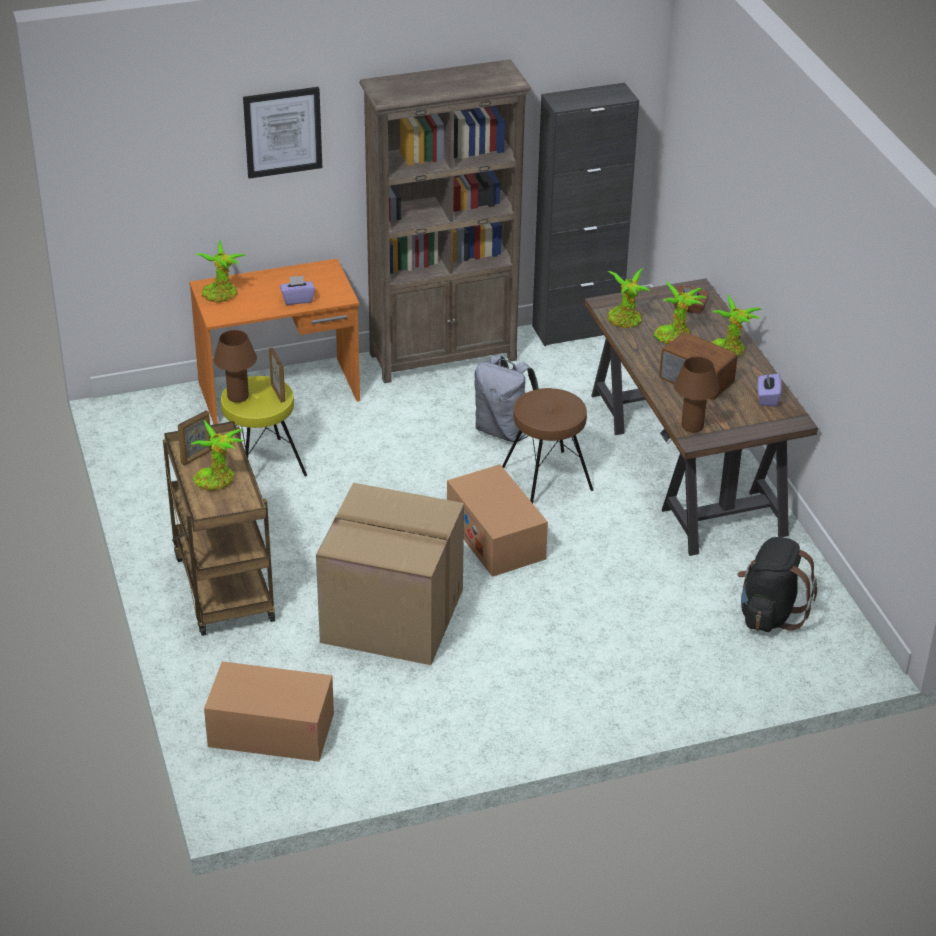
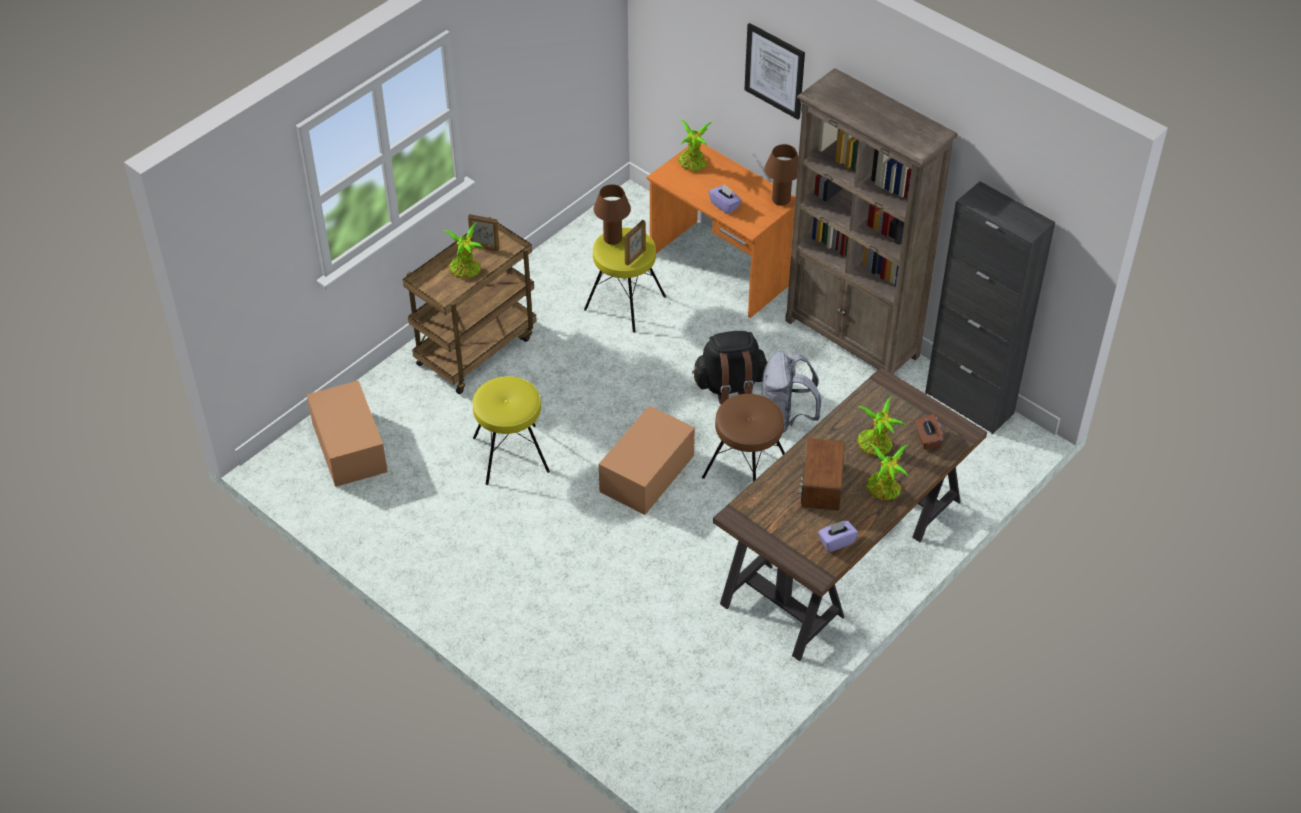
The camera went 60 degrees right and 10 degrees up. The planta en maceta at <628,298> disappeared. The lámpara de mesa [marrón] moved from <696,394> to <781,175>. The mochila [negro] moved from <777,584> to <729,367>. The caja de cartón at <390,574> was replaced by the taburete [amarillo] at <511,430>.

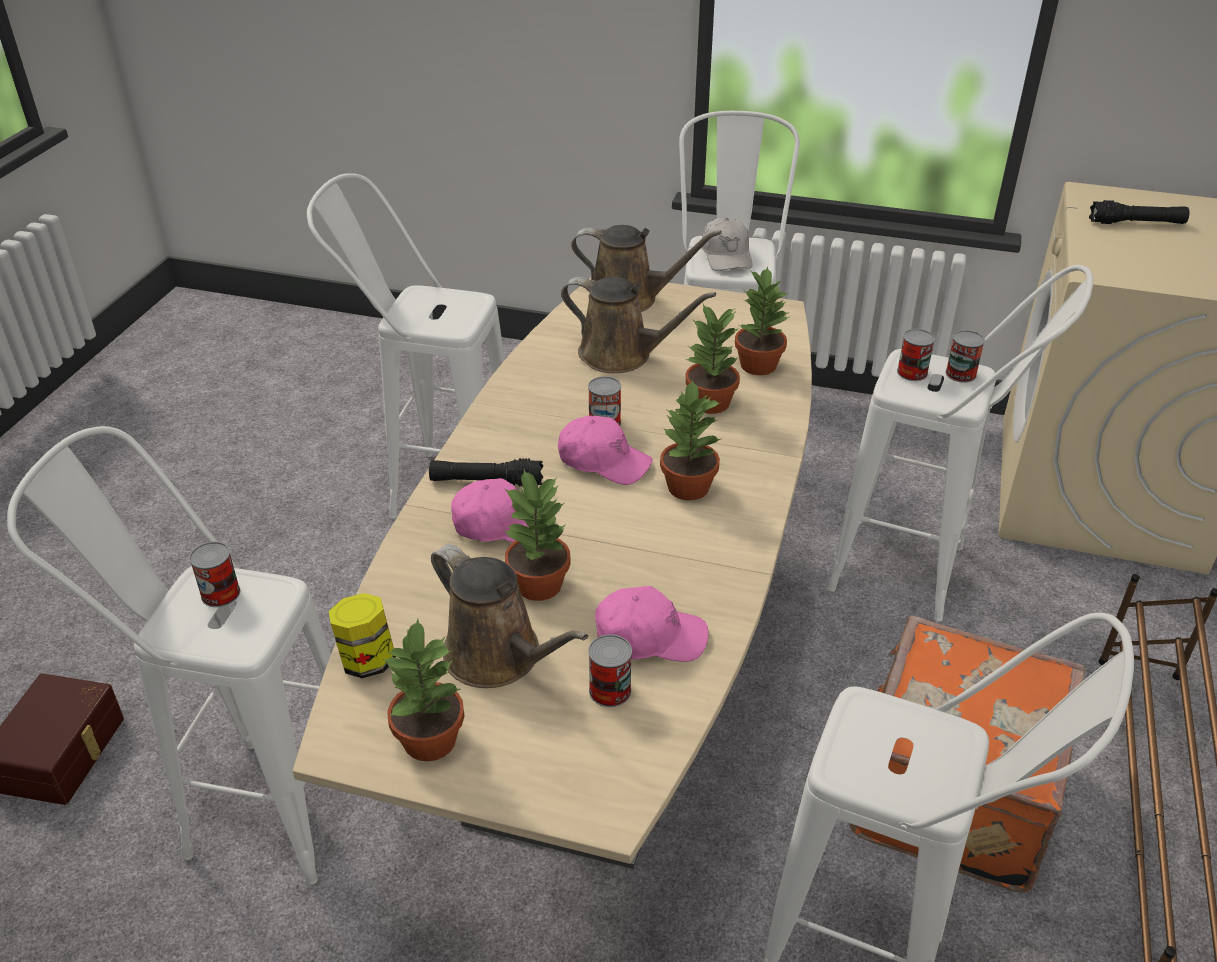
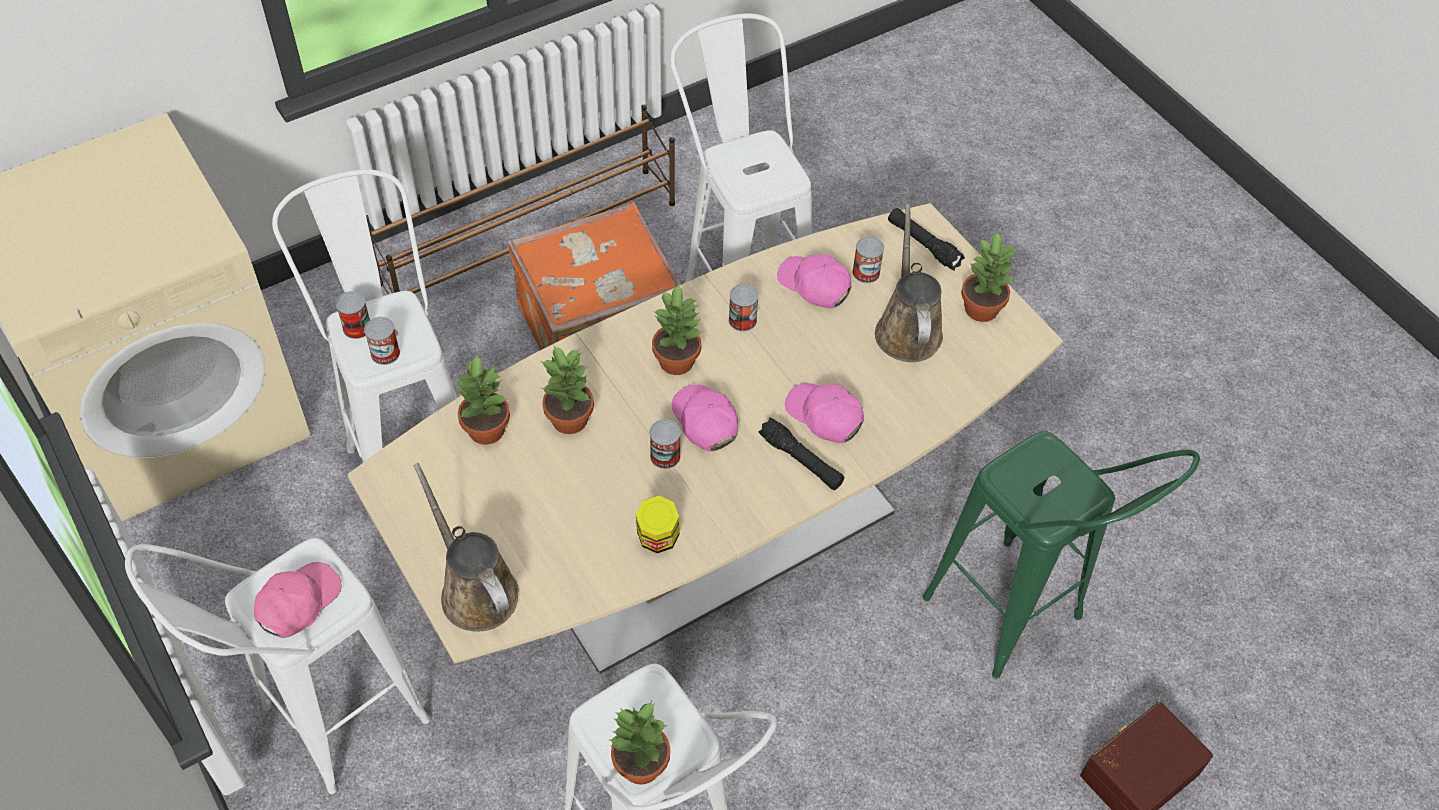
The camera went 140 degrees left and 15 degrees up. The regadera [marrón] at <638,325> disappeared. The lata moved from <214,574> to <744,307>. The tarro moved from <362,635> to <658,524>. The planta en maceta moved from <537,535> to <639,742>. The linterna [negro] moved from <1139,212> to <926,239>. The taburete [blanco] at <169,655> became the taburete [verde] at <1061,554>. The gorra [blanco] at <727,244> became the gorra [rosa] at <297,600>.

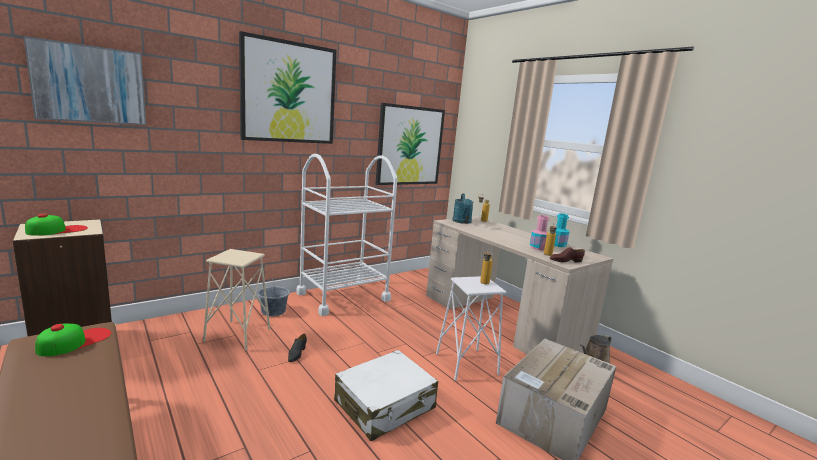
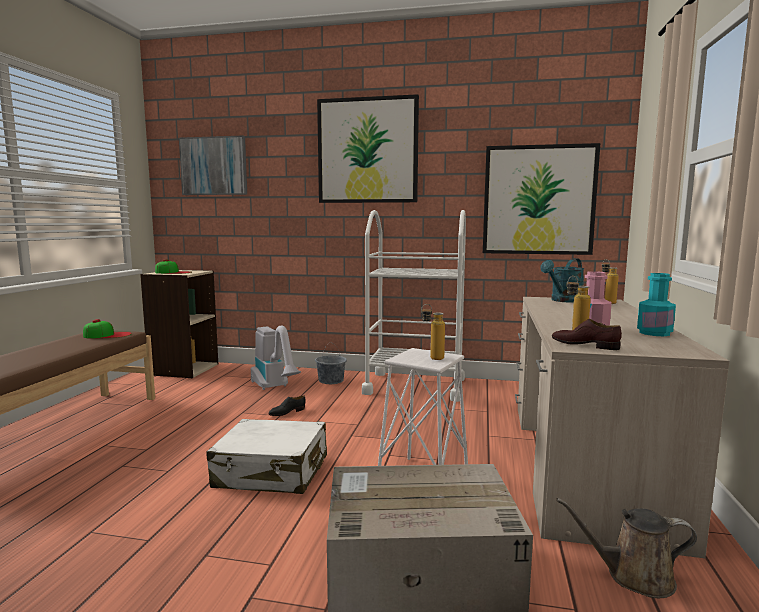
The camera went 50 degrees right and 5 degrees down. The taburete [beis] at <236,300> was replaced by the aspiradora at <276,358>.

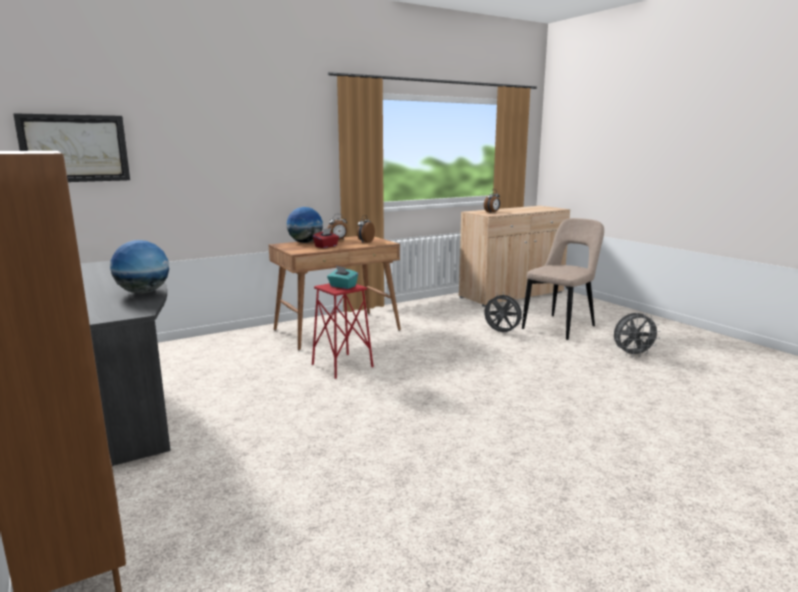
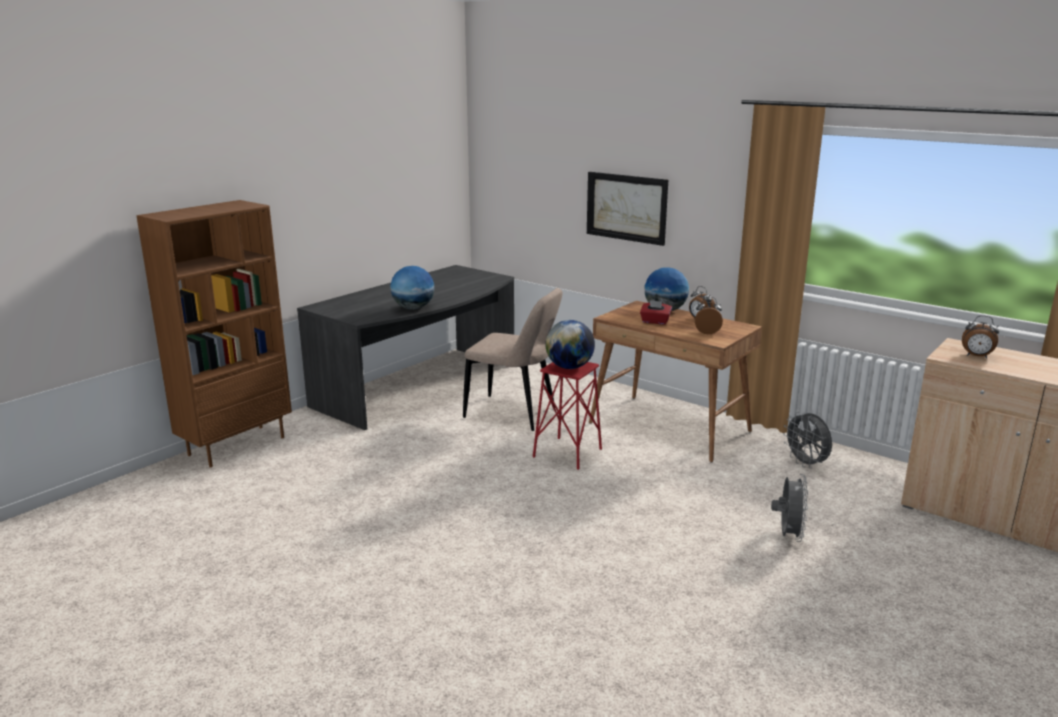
The camera went 70 degrees right and 5 degrees up. The cuadro moved from <71,147> to <627,209>. The silla [beis] moved from <563,279> to <512,359>. The ventilador [gris] moved from <637,335> to <807,440>. The caja de pañuelos [turquesa] at <342,277> was replaced by the globo terráqueo at <570,344>.

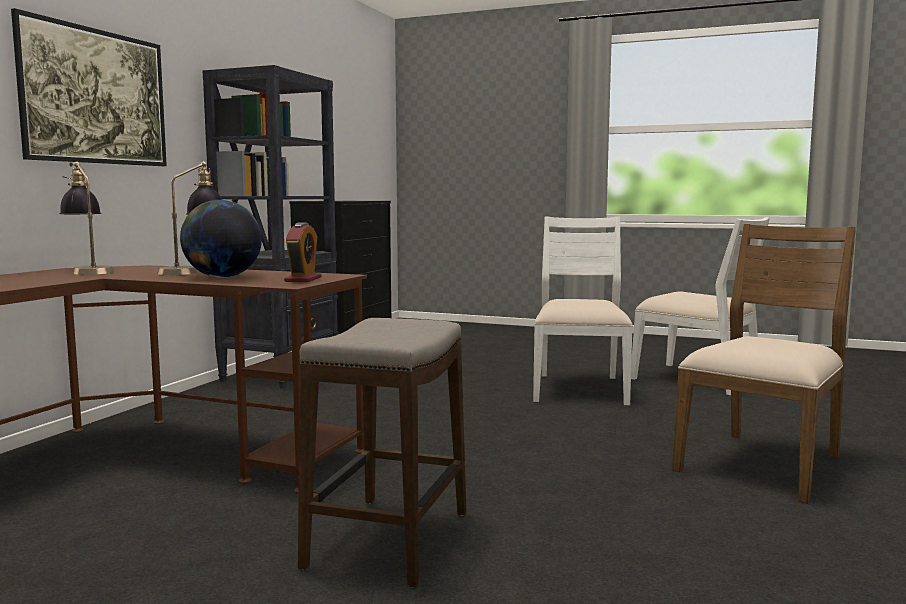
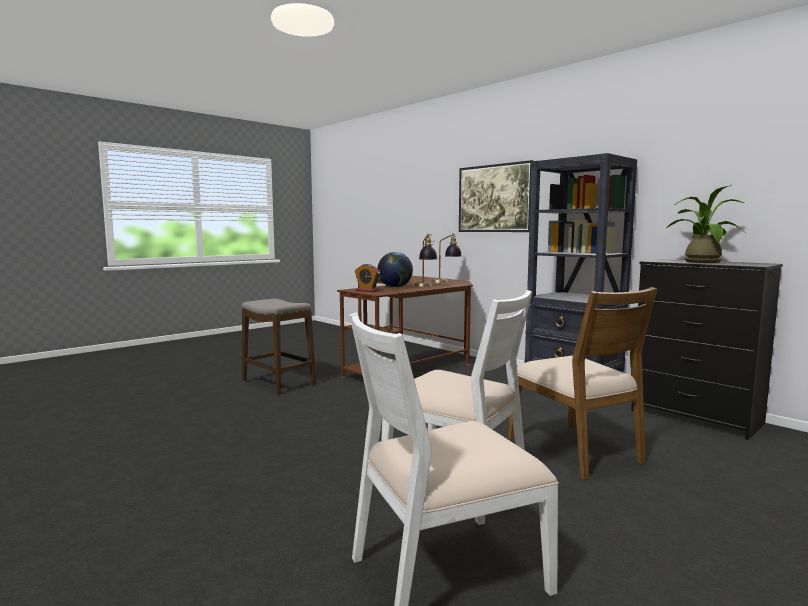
The camera went 115 degrees right and 0 degrees up. The planta en maceta at <707,224> appeared. The silla [marrón] moved from <764,364> to <582,383>.

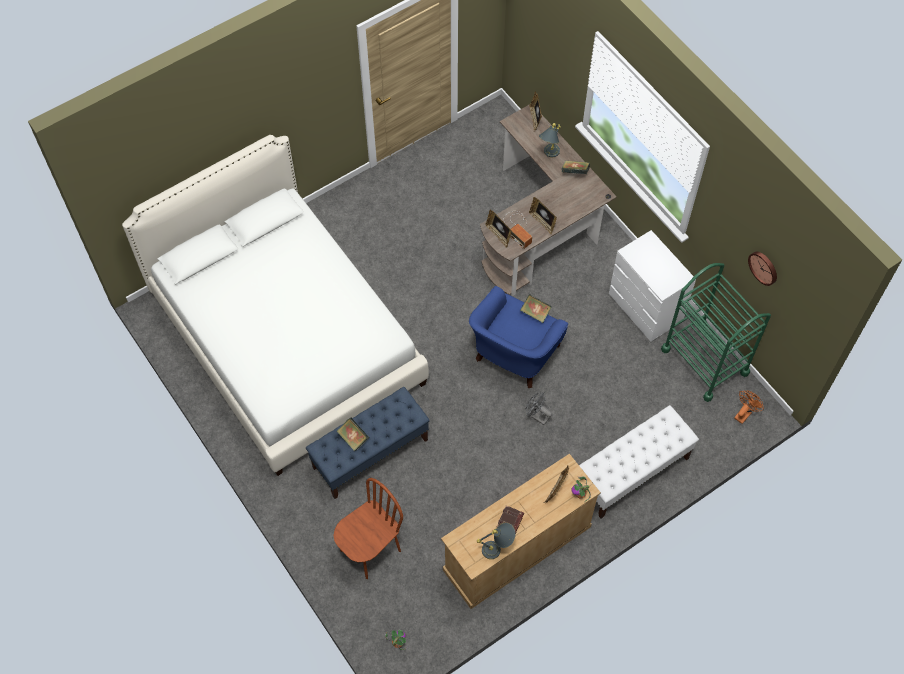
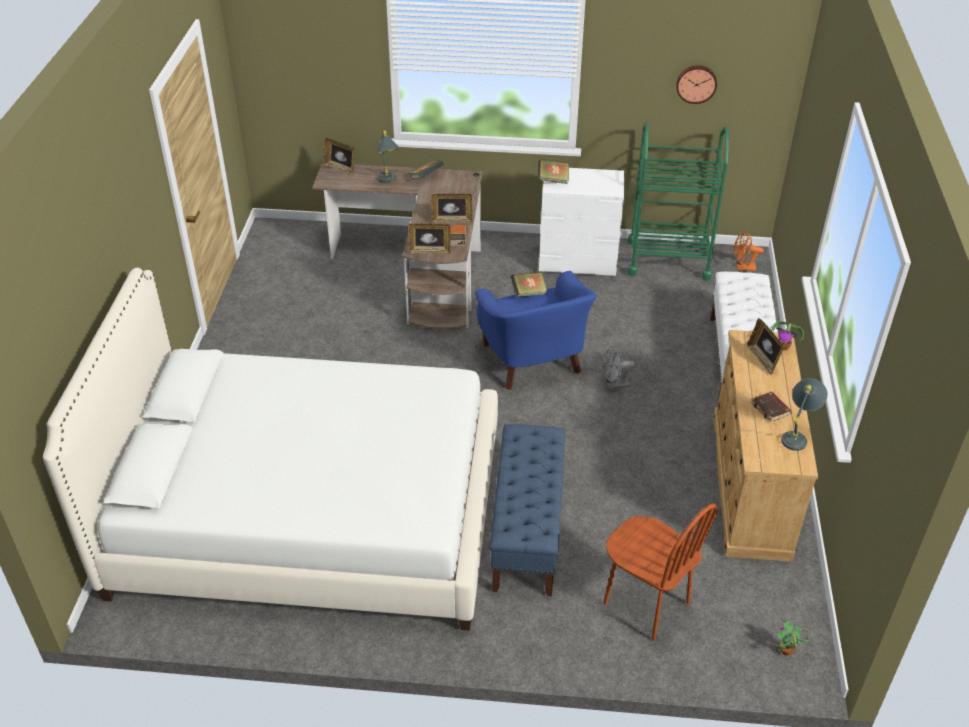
The camera went 50 degrees left and 20 degrees down. The libro moved from <352,434> to <553,171>. The silla [marrón] at <368,528> turned 135 degrees clockwise. The ventilador [naranja] at <749,407> turned 75 degrees counterclockwise.

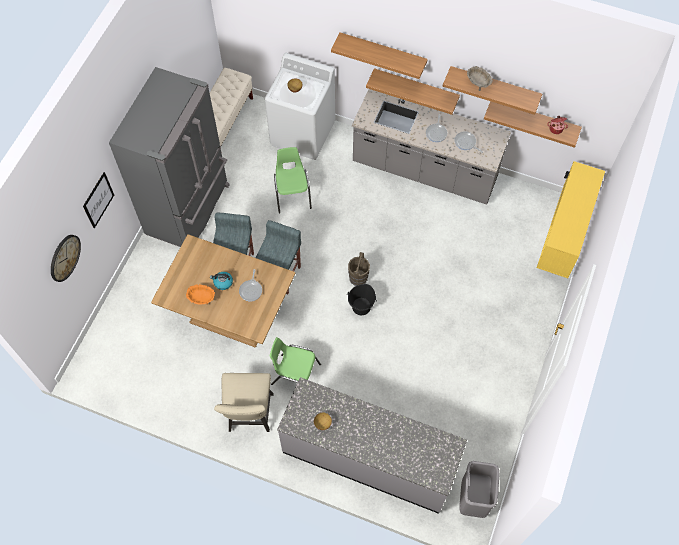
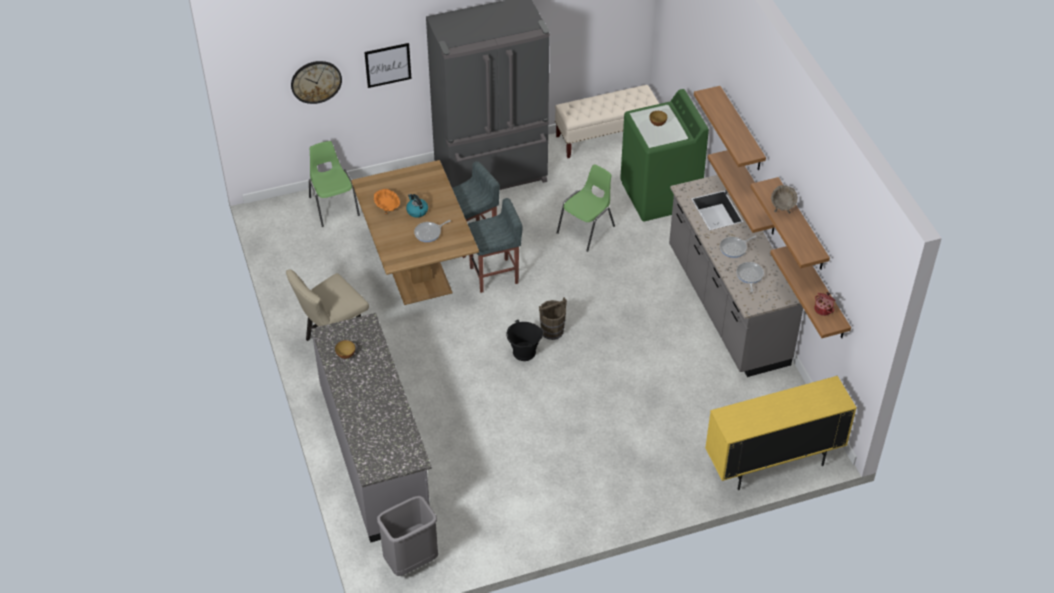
The camera went 50 degrees right and 15 degrees down. The silla [verde] moved from <295,361> to <334,184>. The lavadora [blanco] at <300,106> became the lavadora [verde] at <664,155>.

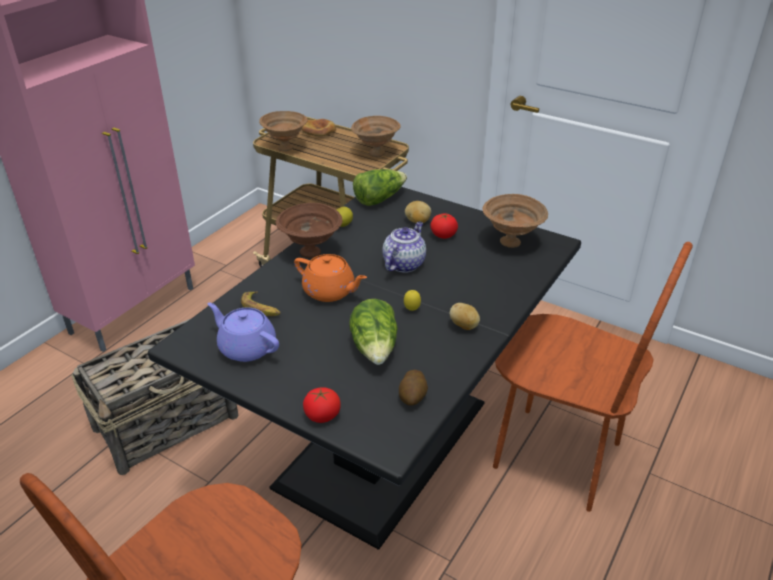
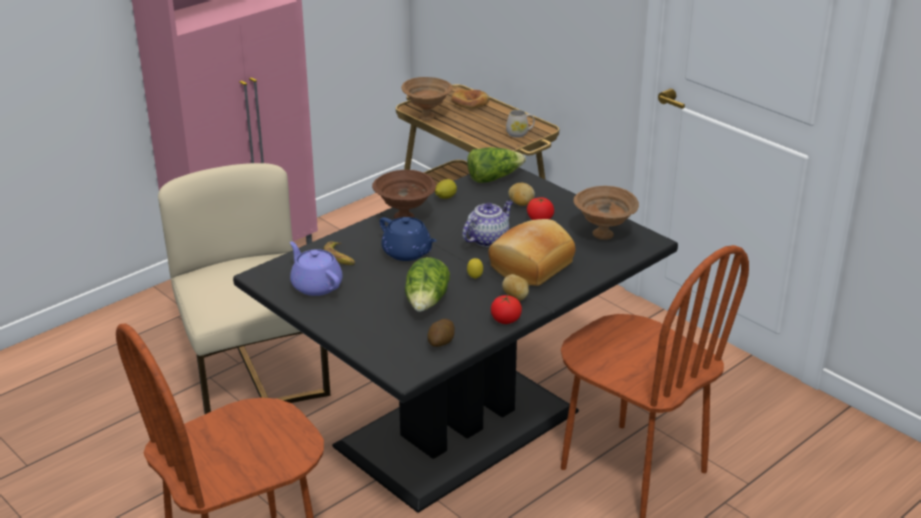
The camera went 15 degrees right and 5 degrees down. The pan at <531,252> appeared. The tomate moved from <322,405> to <506,309>. The cesta at <154,397> was replaced by the silla [beis] at <244,288>. The cuenco [marrón] at <376,136> was replaced by the taza grande [blanco] at <520,124>. The tetera [naranja] at <330,278> became the tetera [azul] at <408,239>.

